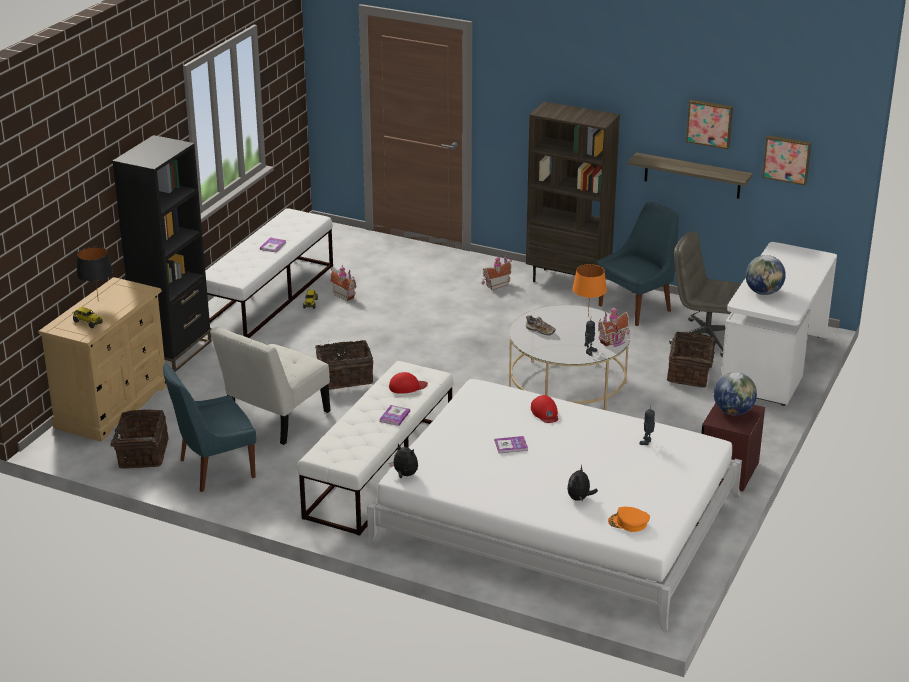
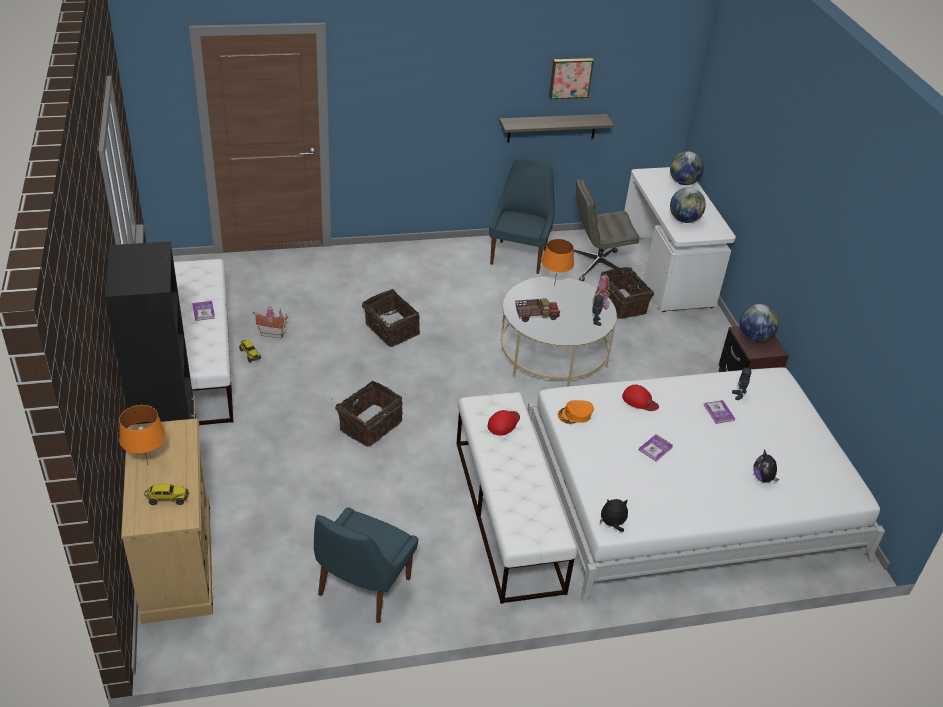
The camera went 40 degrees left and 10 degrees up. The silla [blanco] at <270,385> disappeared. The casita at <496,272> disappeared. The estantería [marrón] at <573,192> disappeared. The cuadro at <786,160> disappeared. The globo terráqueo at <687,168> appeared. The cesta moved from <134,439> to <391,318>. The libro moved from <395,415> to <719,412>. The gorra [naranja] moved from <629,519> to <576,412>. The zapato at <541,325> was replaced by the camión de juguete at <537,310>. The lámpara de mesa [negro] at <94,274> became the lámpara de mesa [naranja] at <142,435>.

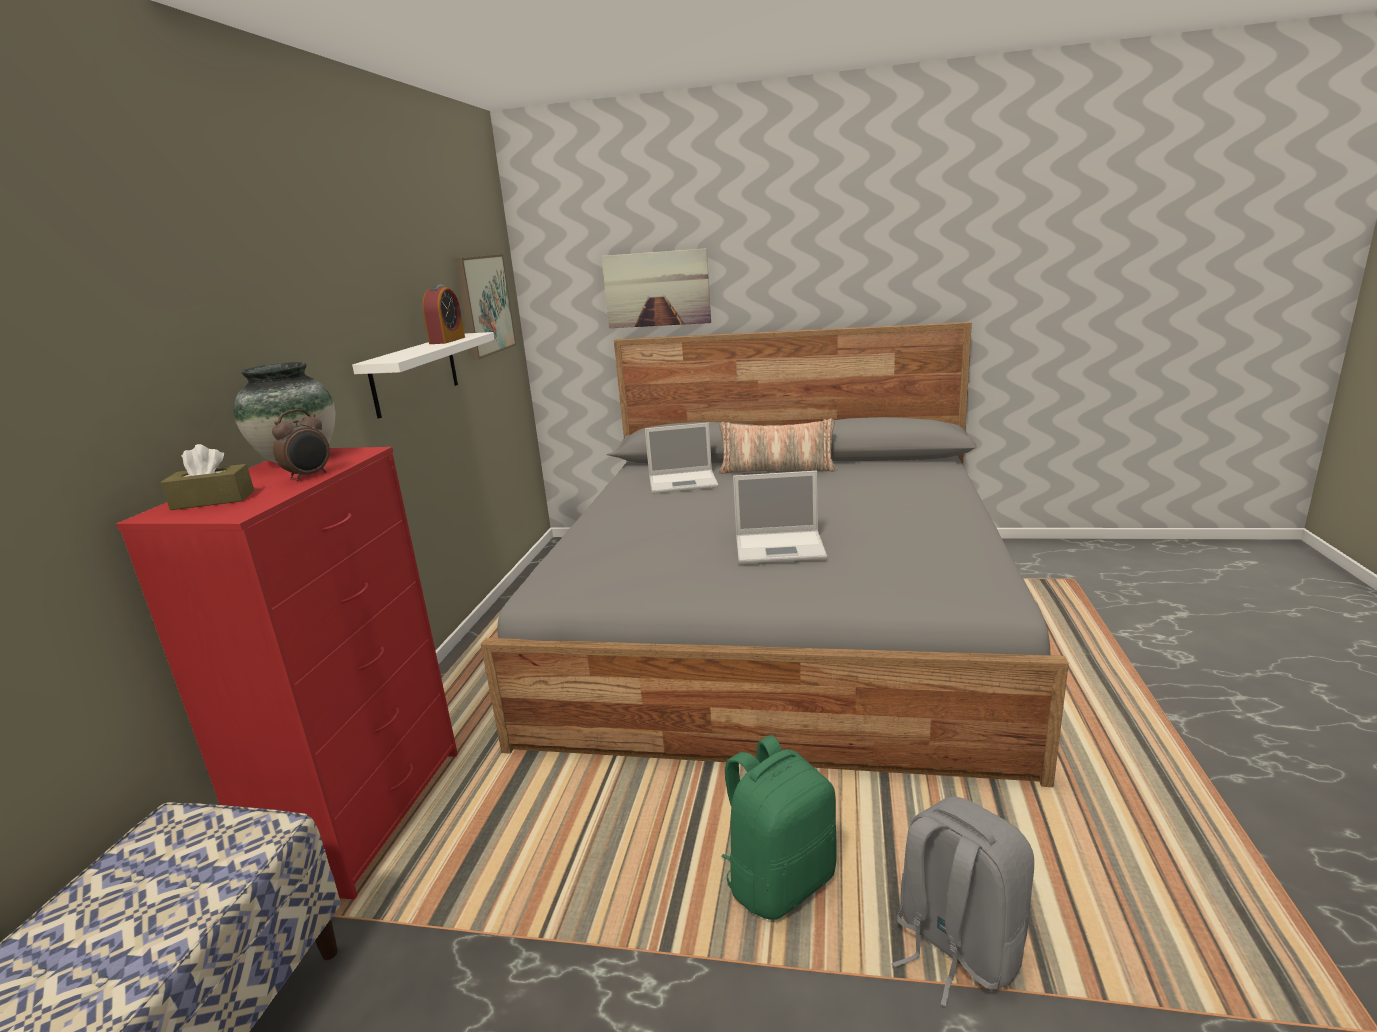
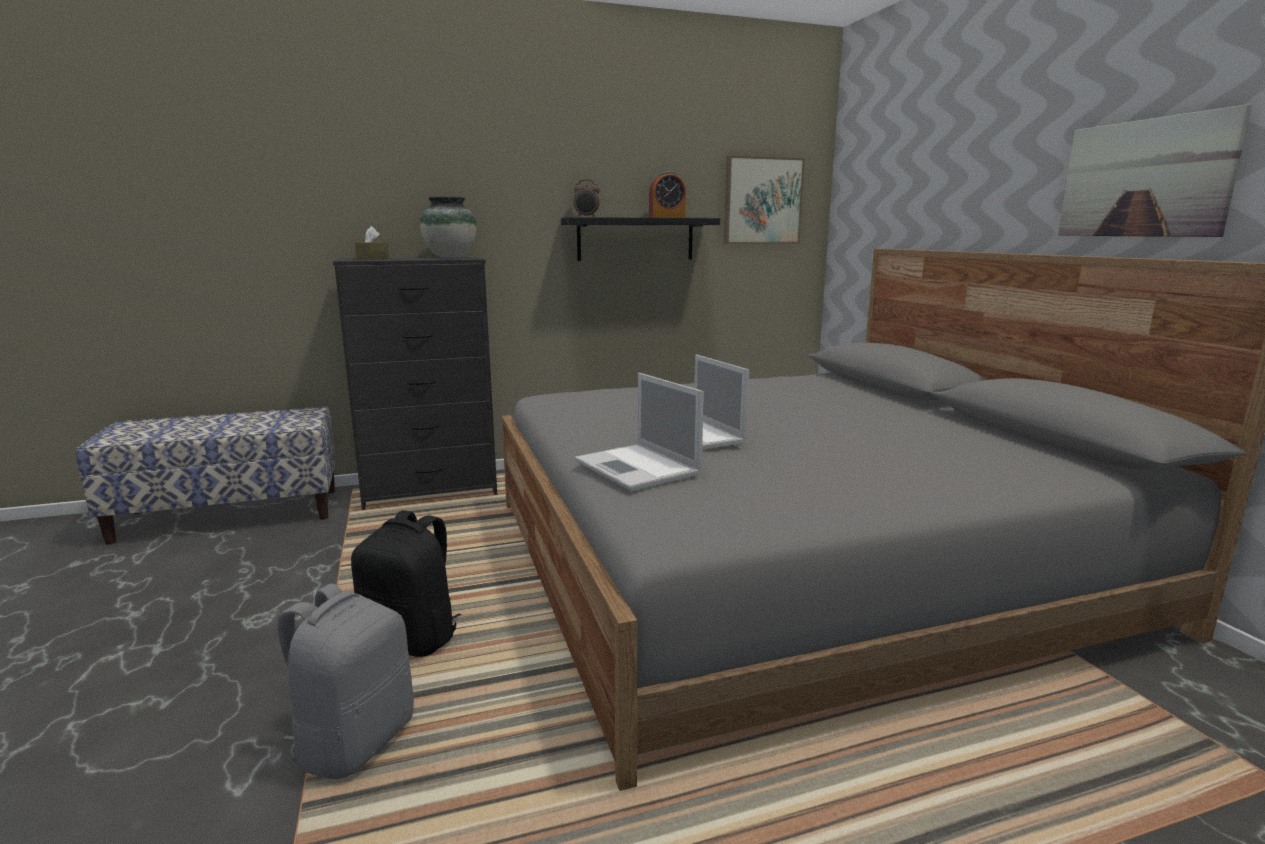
The camera went 60 degrees right and 5 degrees down. The cojín at <777,446> disappeared. The despertador moved from <301,445> to <587,198>. The cuadro moved from <656,288> to <1155,170>. The portátil moved from <682,458> to <639,432>. The cómoda [rojo] at <287,673> became the cómoda [negro] at <415,383>. The estante [blanco] at <423,375> became the estante [negro] at <640,239>. The mochila [verde] at <779,827> became the mochila [negro] at <406,584>.

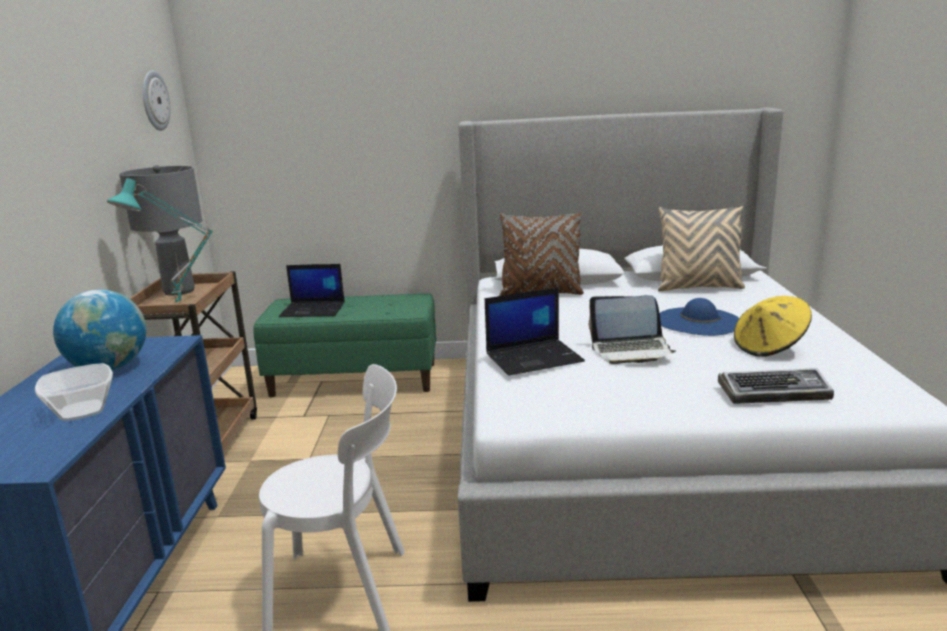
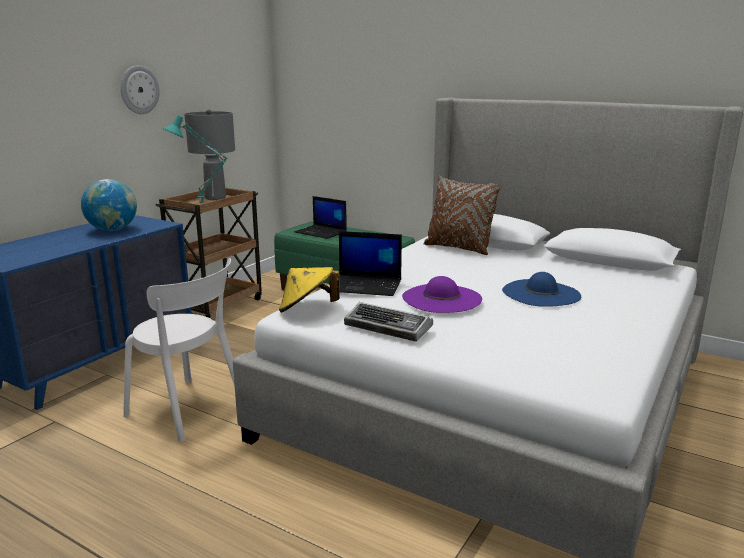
The camera went 30 degrees right and 0 degrees up. The cuenco at <74,392> disappeared. The cojín [beis] at <701,249> disappeared. The reloj de pared moved from <157,101> to <140,89>. The teclado moved from <776,386> to <388,322>. The sombrero [amarillo] moved from <773,326> to <309,290>. The portátil at <632,329> was replaced by the sombrero [morado] at <442,294>.

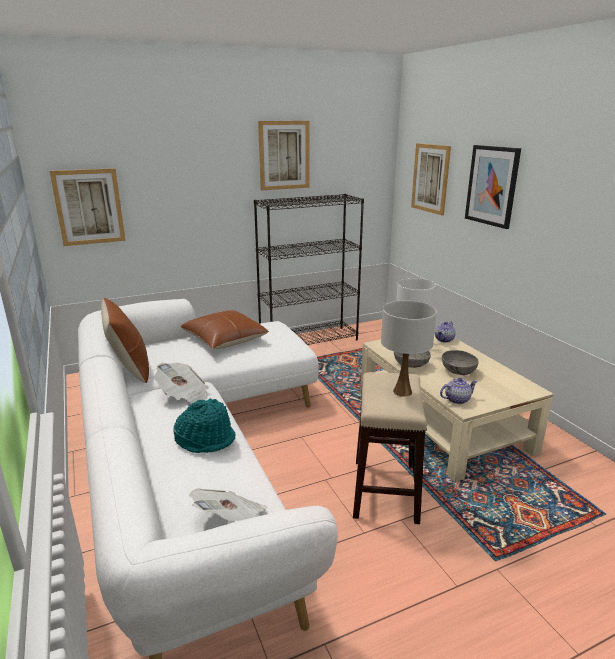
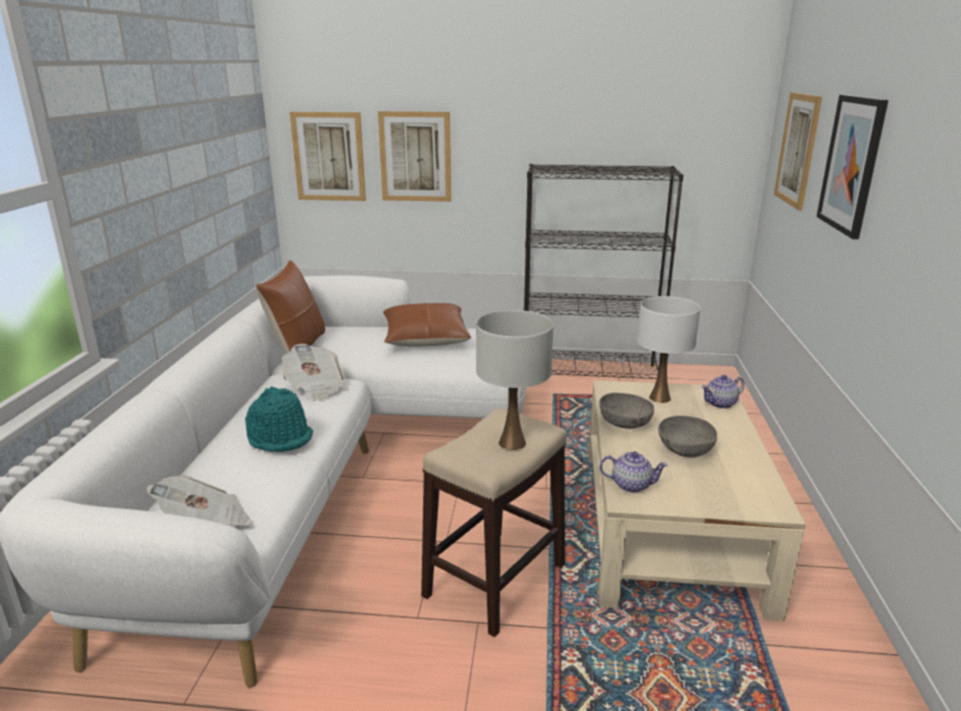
The camera went 30 degrees right and 0 degrees up. The cuadro moved from <283,155> to <414,156>.

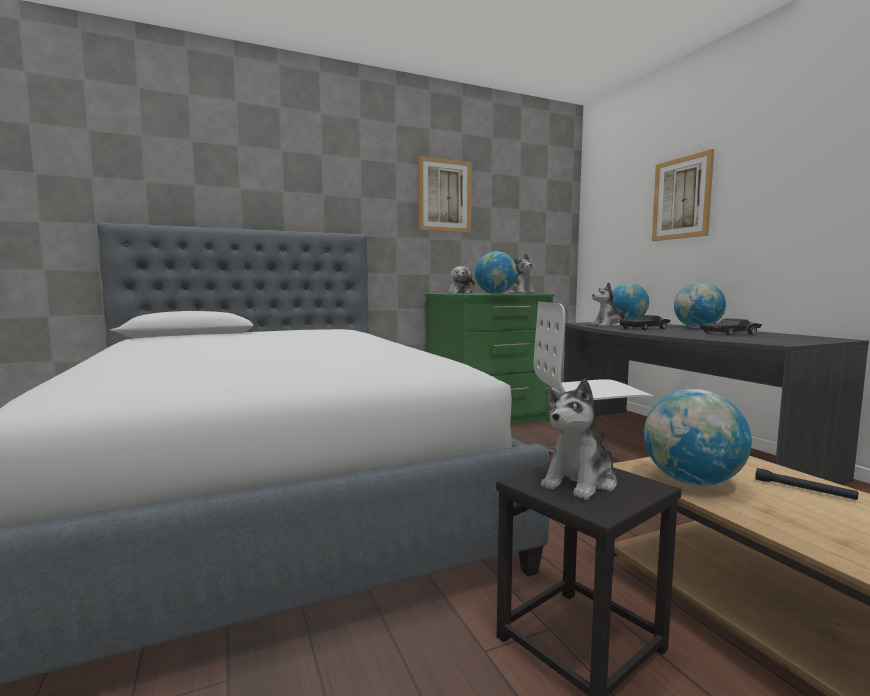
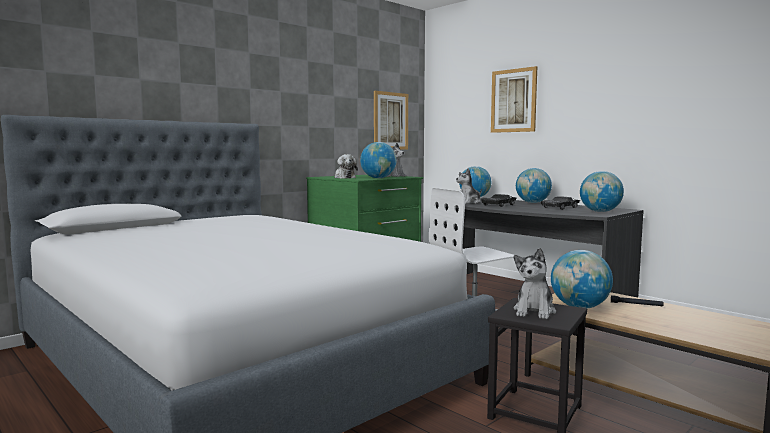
The camera went 20 degrees left and 0 degrees up. The globo terráqueo at <602,191> appeared. The cuadro moved from <445,194> to <391,120>.

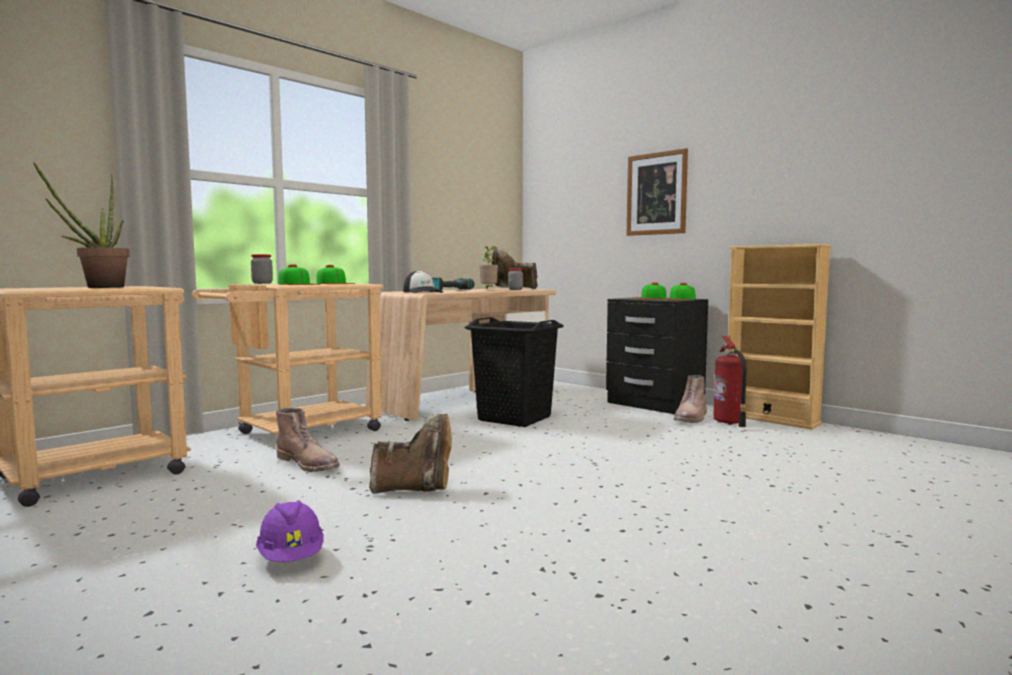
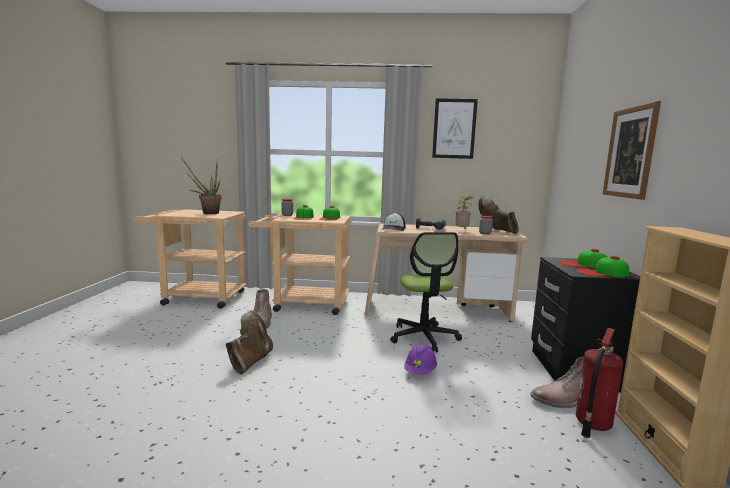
The camera went 50 degrees right and 5 degrees up. The cuadro at <455,128> appeared. The casco [morado] moved from <290,531> to <420,359>. The cesto de la ropa [negro] at <514,372> was replaced by the silla de oficina at <426,292>. The bota [marrón] at <410,454> turned 120 degrees counterclockwise.

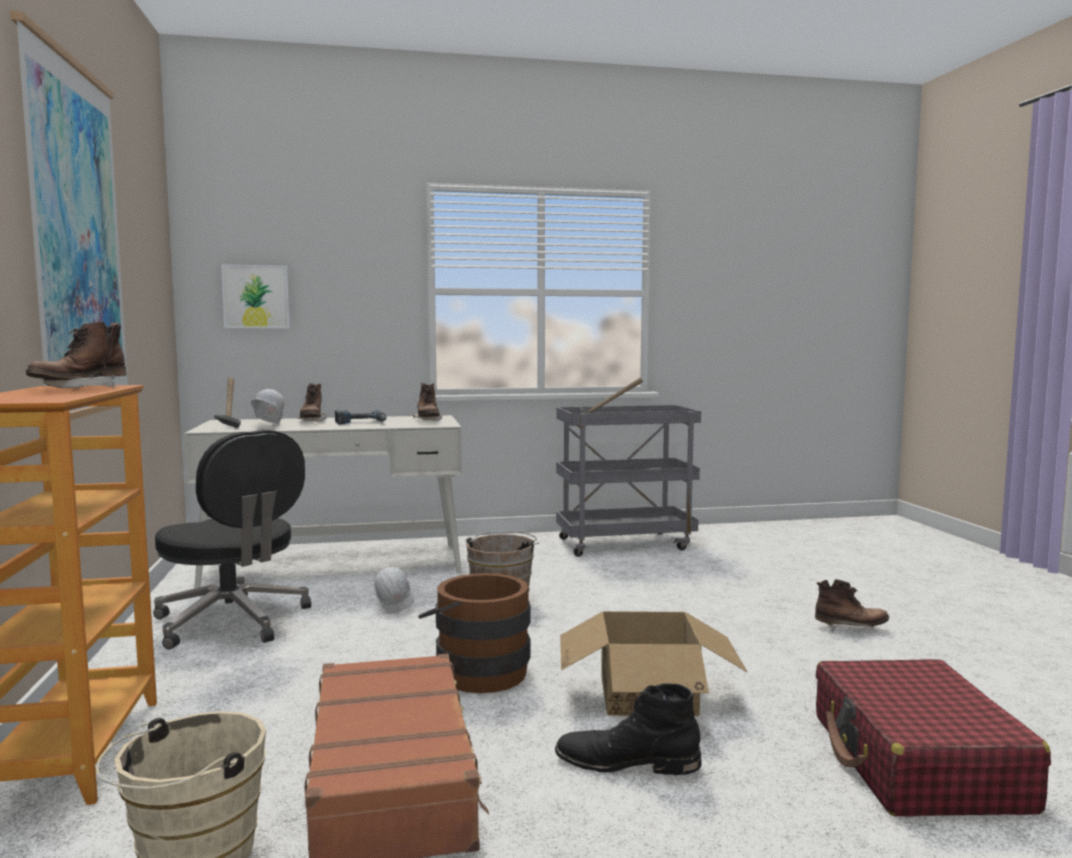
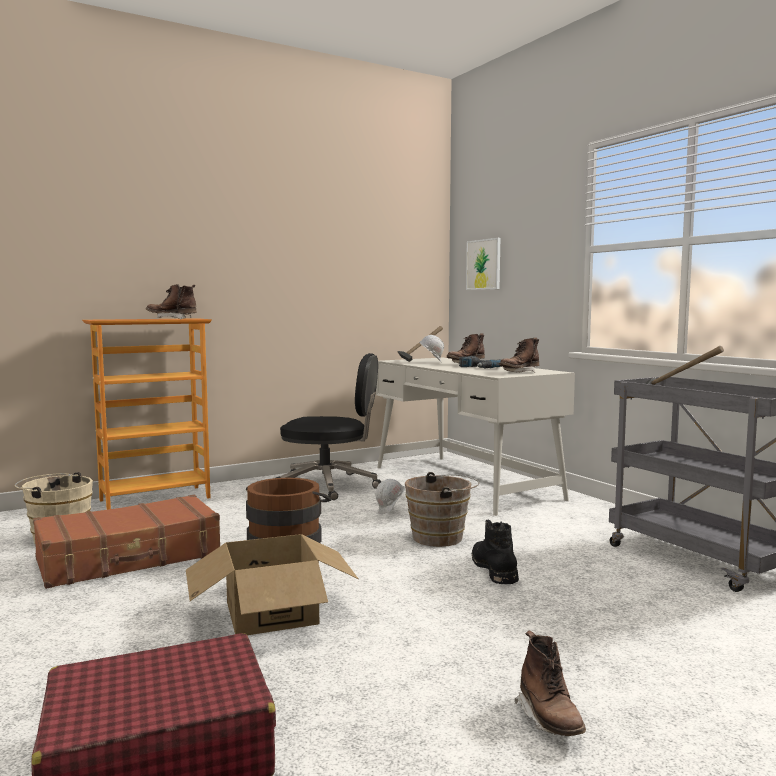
The camera went 70 degrees right and 0 degrees up. The cuadro at <69,215> disappeared. The bota [negro] moved from <628,729> to <495,552>. The silla de oficina [negro] at <232,540> turned 105 degrees counterclockwise.

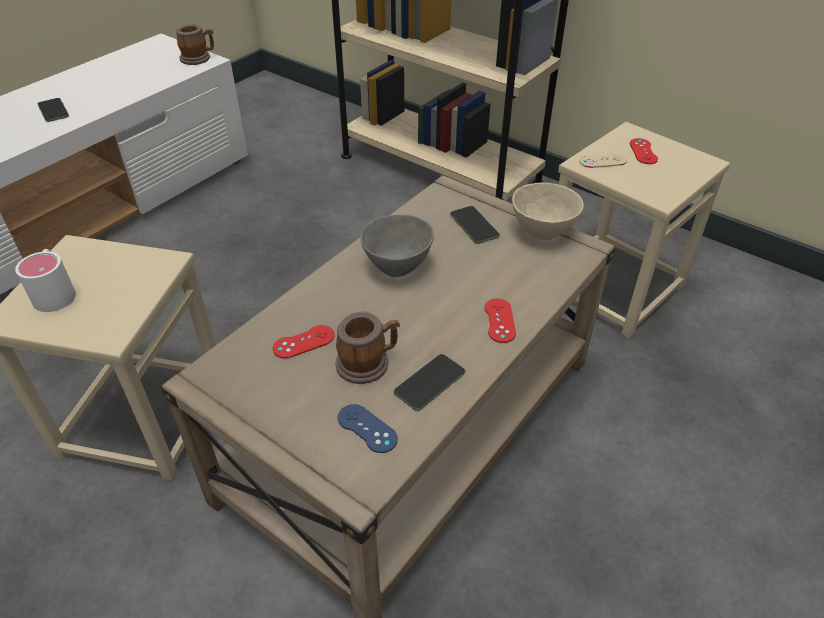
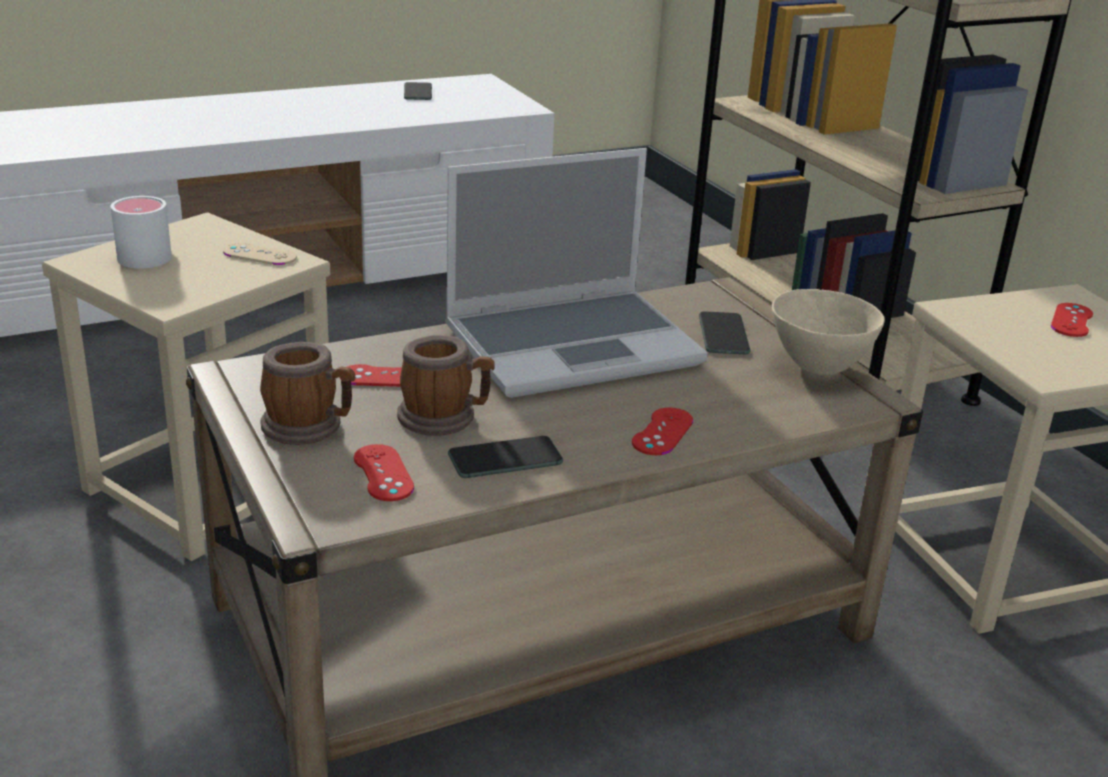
The camera went 25 degrees right and 15 degrees down. The móvil moved from <53,110> to <418,91>. The taza grande moved from <195,44> to <307,393>. The mando de consola [beis] moved from <603,160> to <260,254>. The cuenco [gris] at <397,246> was replaced by the portátil at <576,273>. The mando de consola [azul] at <368,428> became the mando de consola [rojo] at <384,472>.

